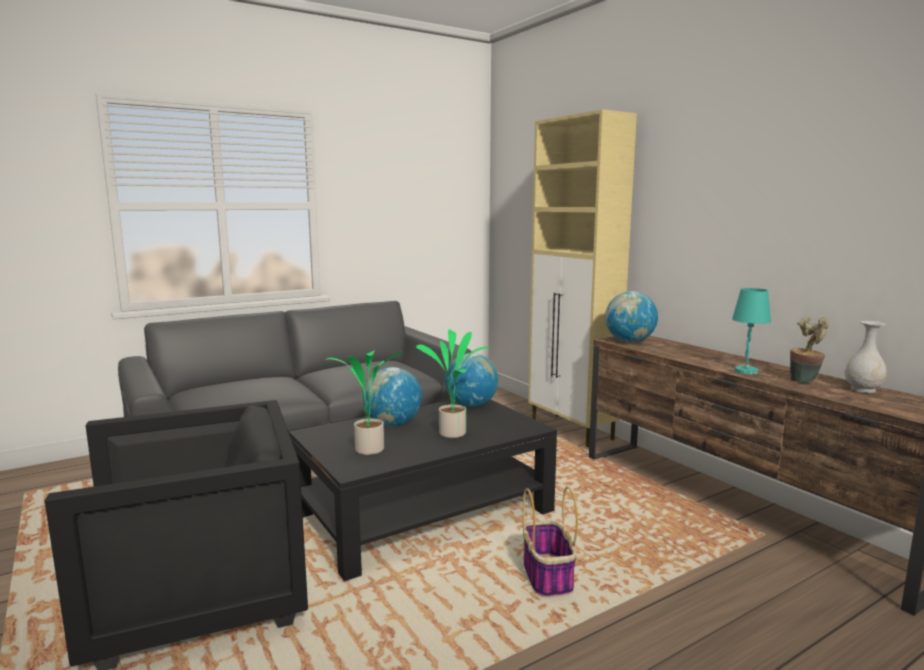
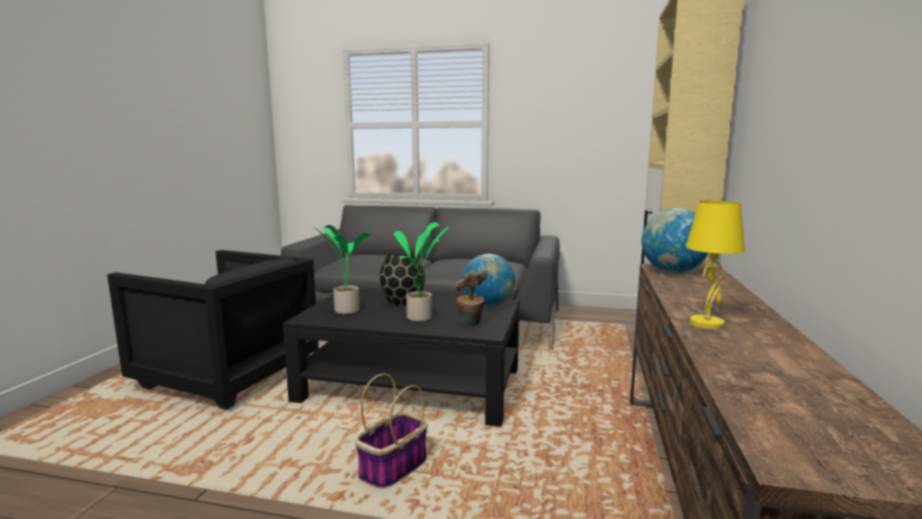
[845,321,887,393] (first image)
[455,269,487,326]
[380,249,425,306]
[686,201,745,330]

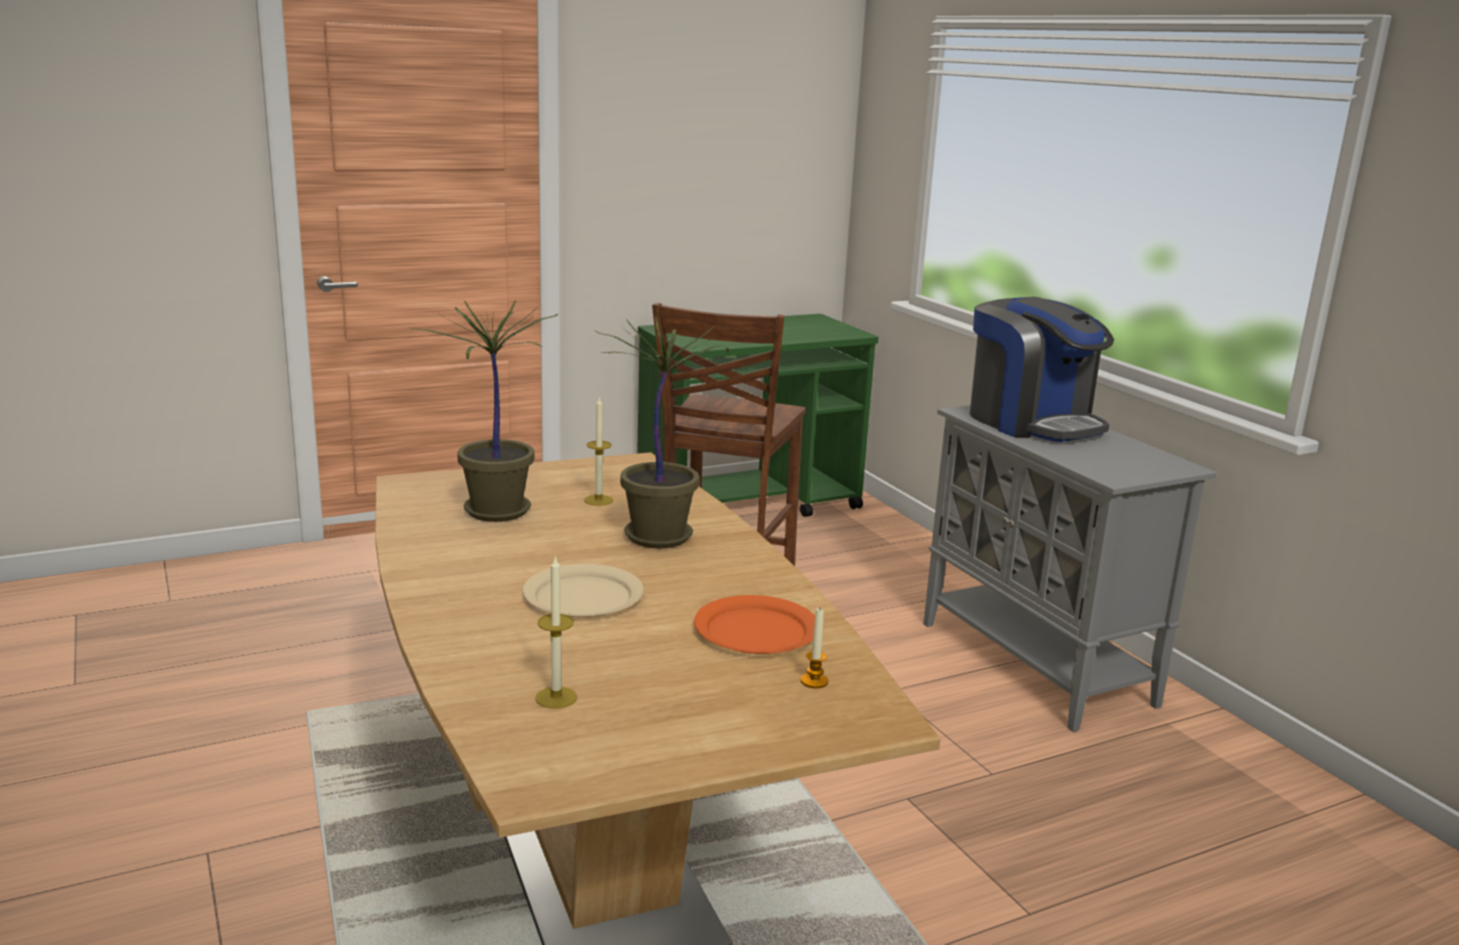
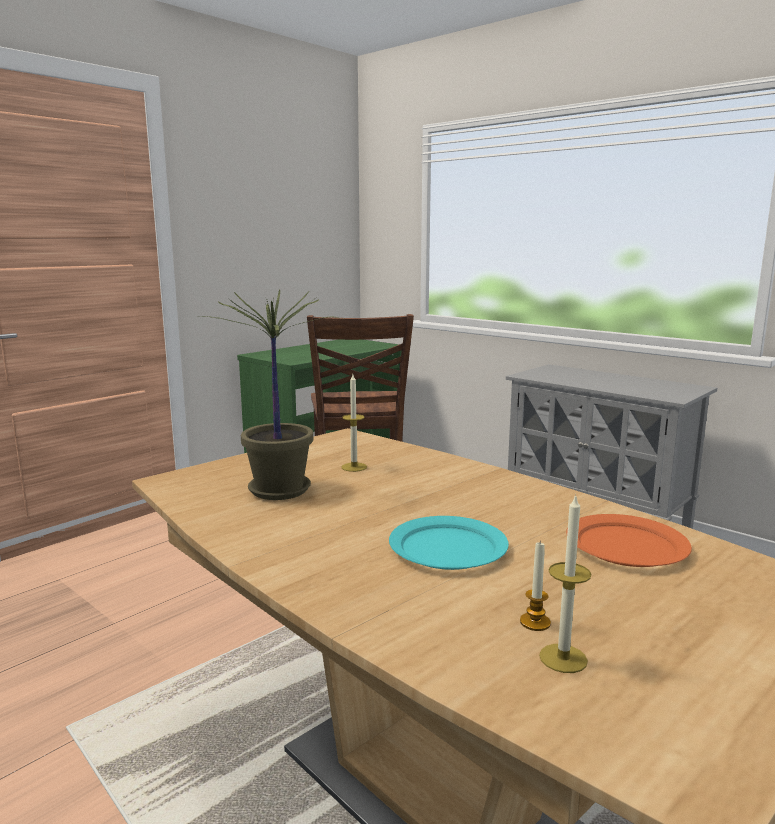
[596,316,736,548] (first image)
[970,297,1114,442] (first image)
[520,541,551,631]
[389,516,509,570]

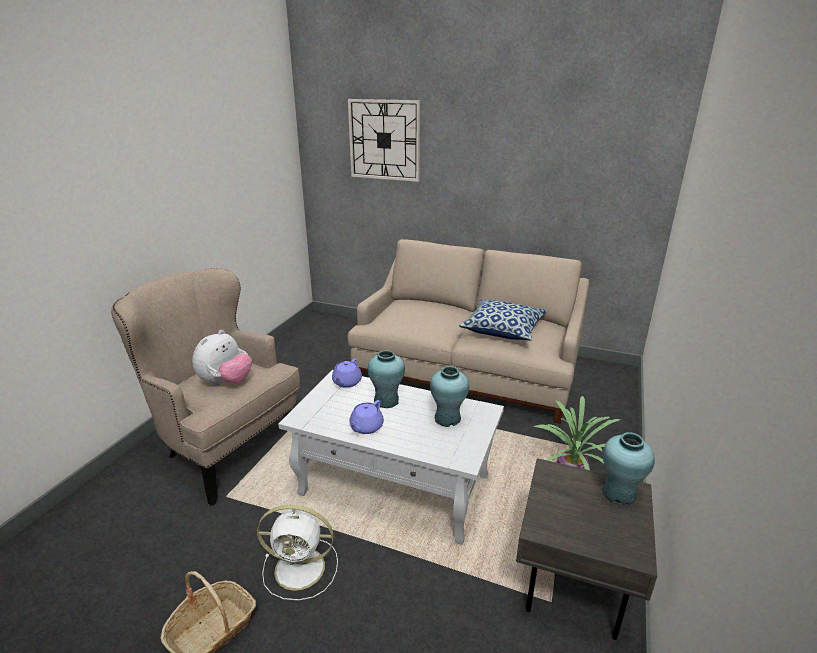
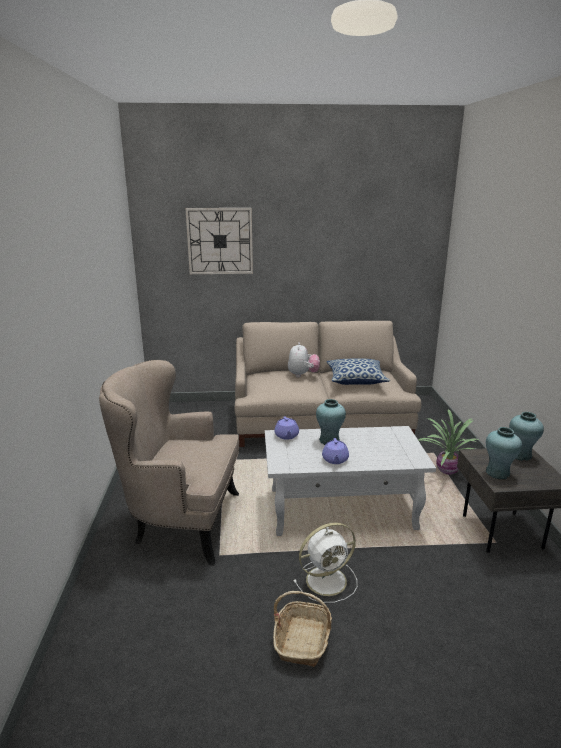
[288,342,320,377]
[486,427,522,479]

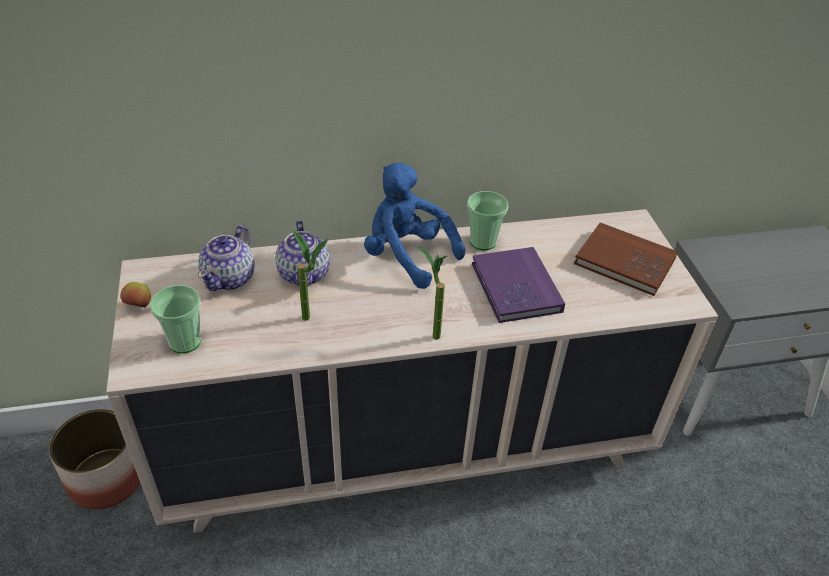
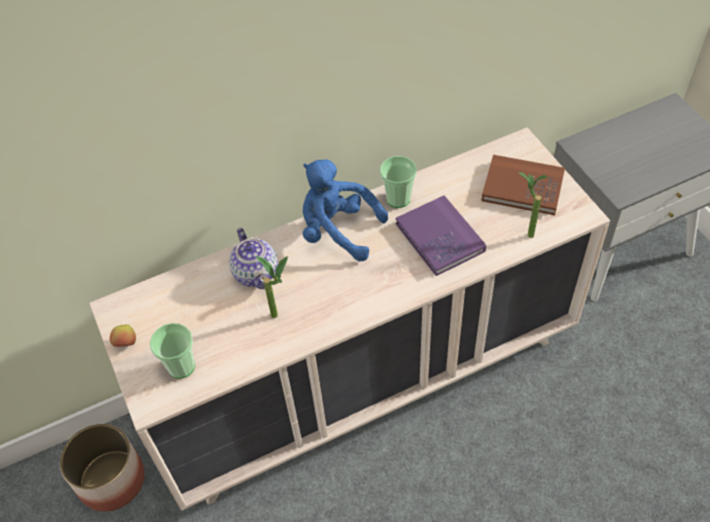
[198,225,255,291] (first image)
[518,172,548,238]

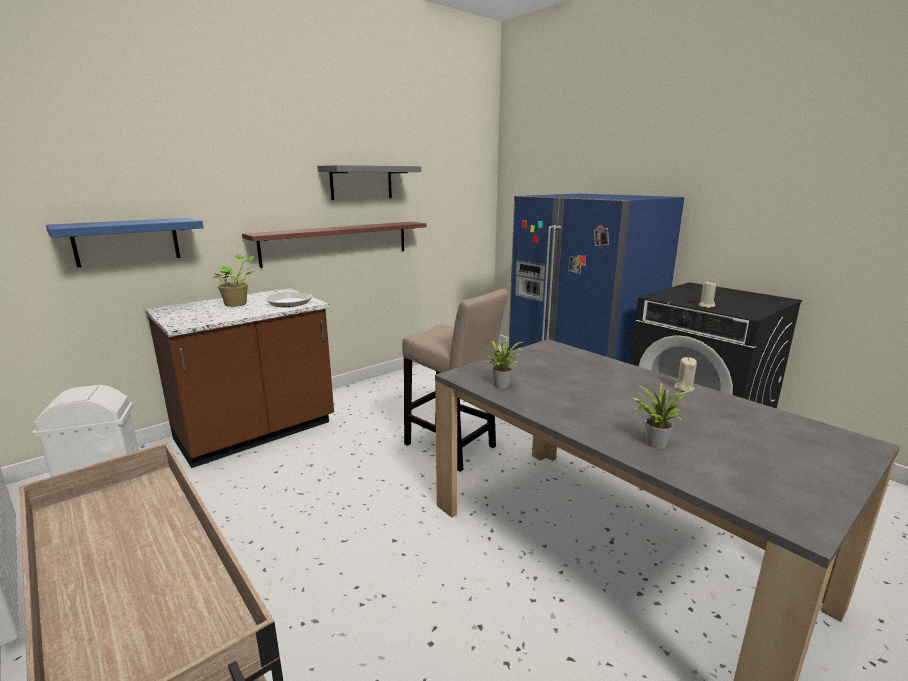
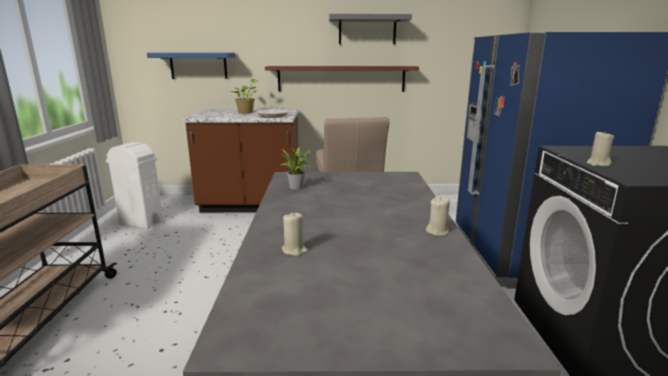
[282,212,308,256]

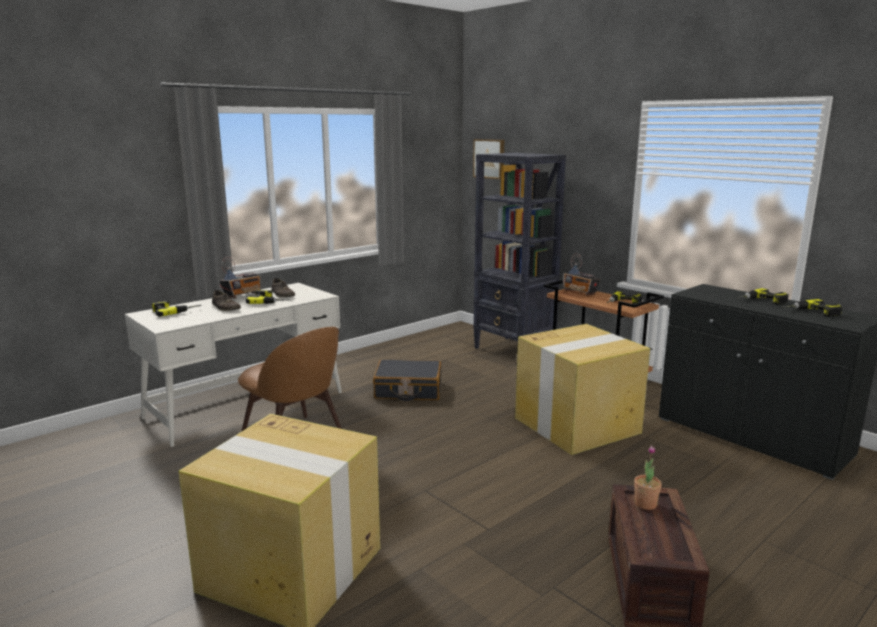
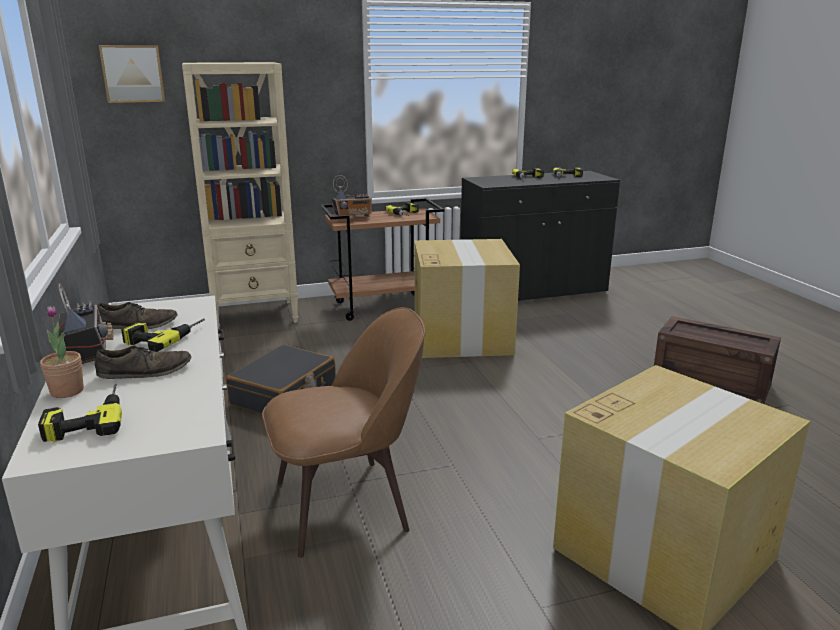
[40,306,84,398]
[182,62,298,326]

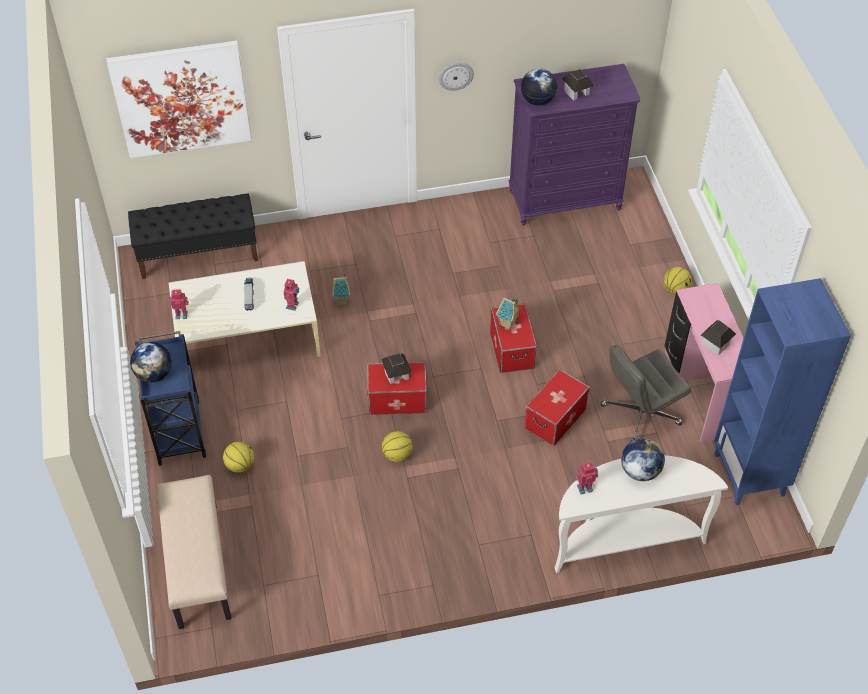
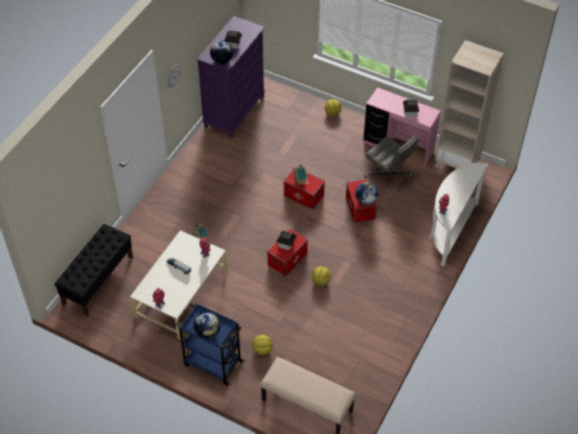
[106,40,251,158] (first image)
[355,182,379,205]
[435,40,504,169]
[364,135,419,195]

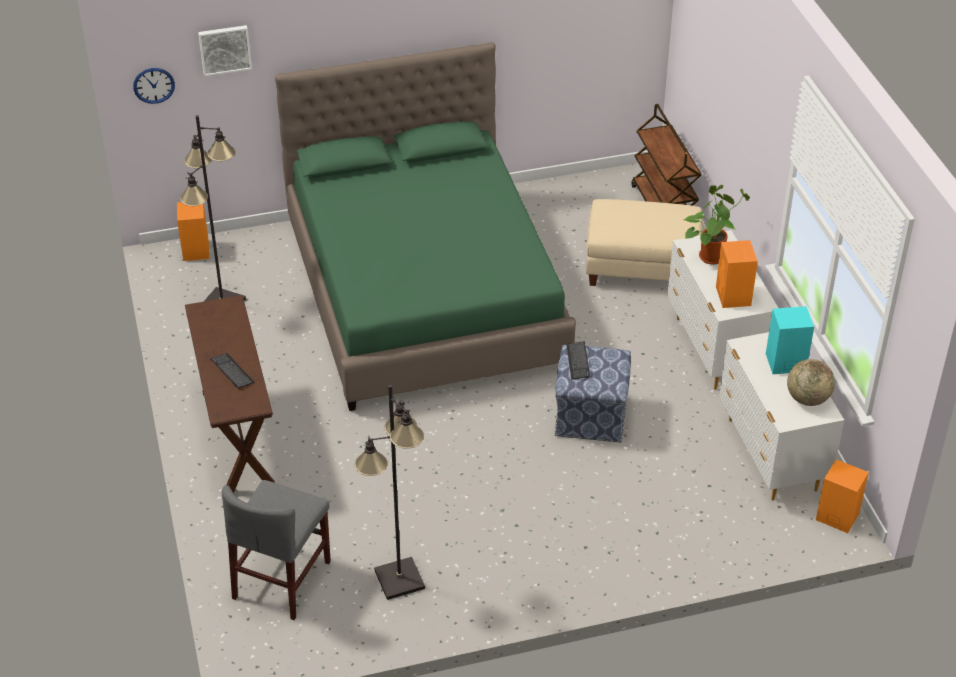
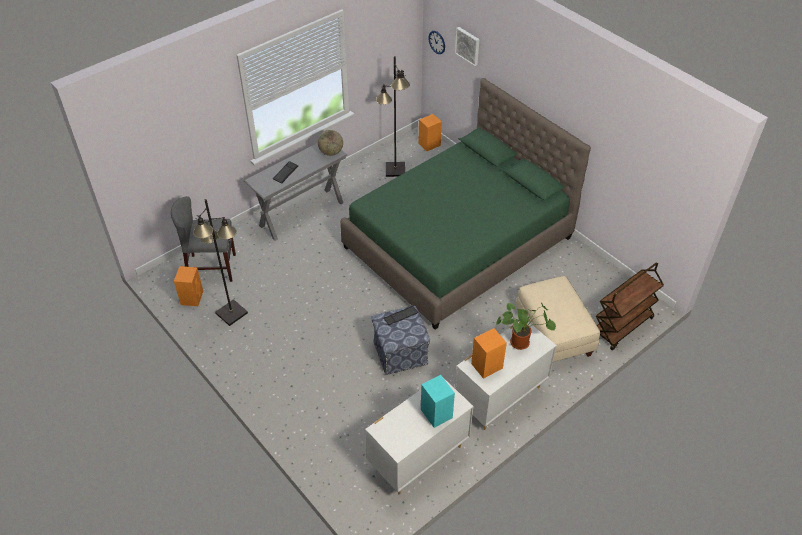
[318,130,343,156]
[174,266,203,306]
[244,143,347,241]

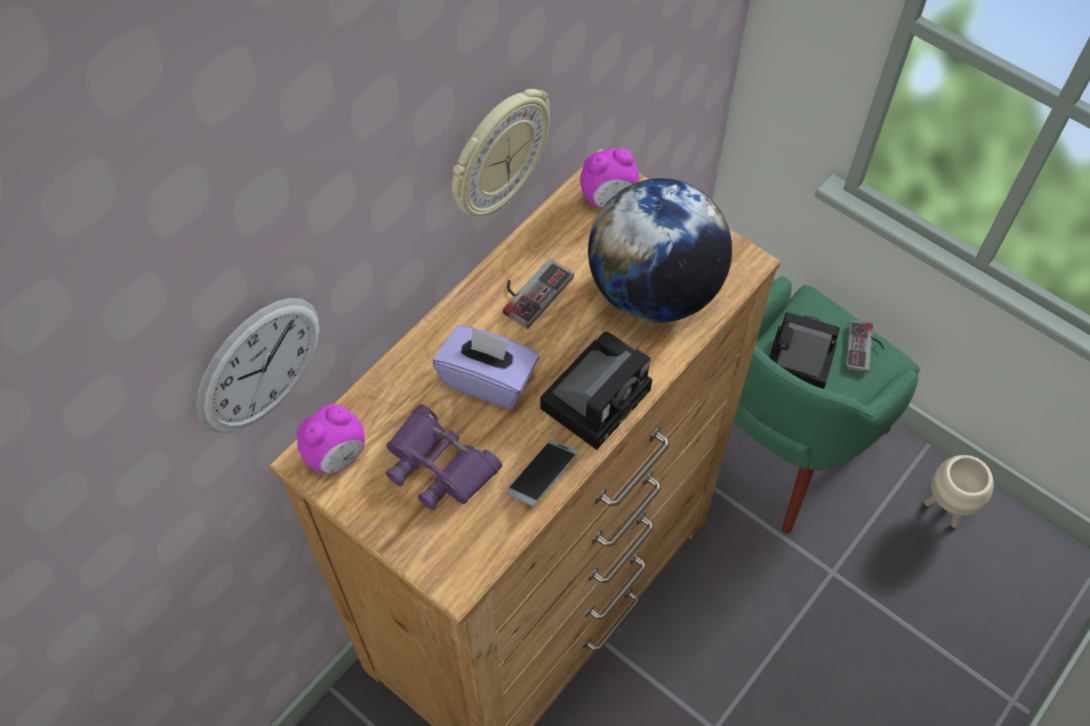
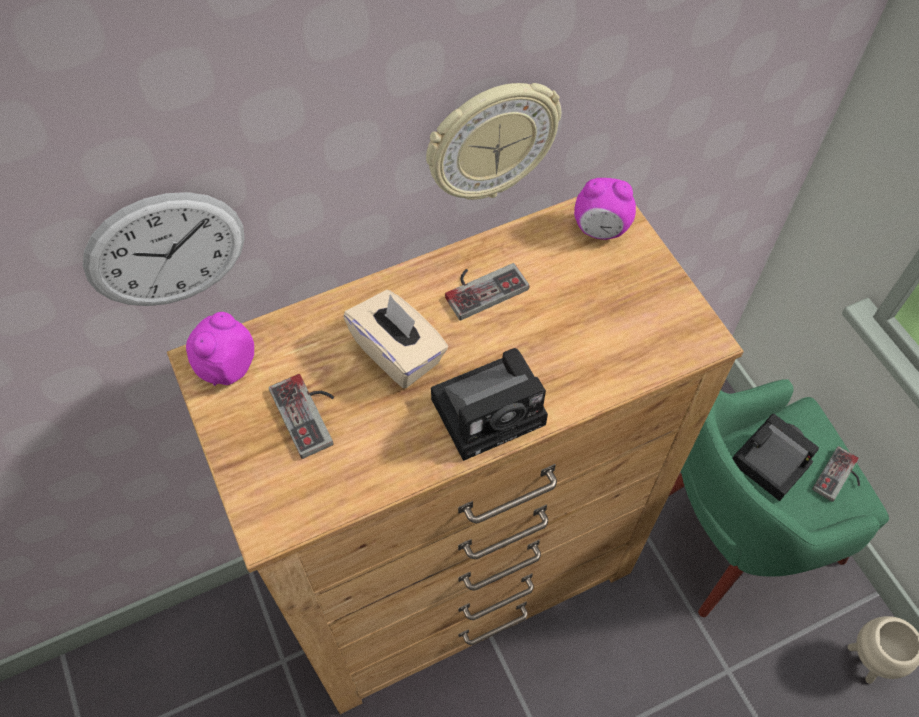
[506,440,579,506] (first image)
[588,178,732,323] (first image)
[269,374,334,459]
[343,290,448,389]
[186,312,254,386]

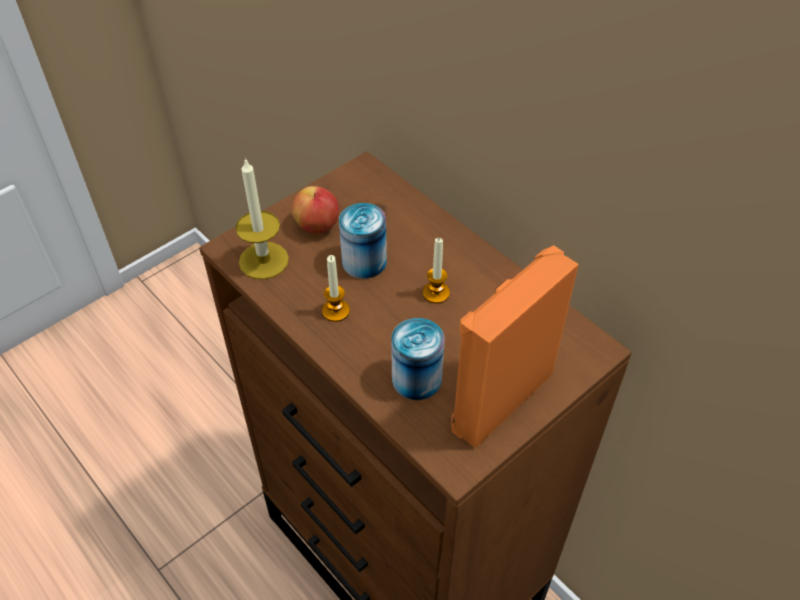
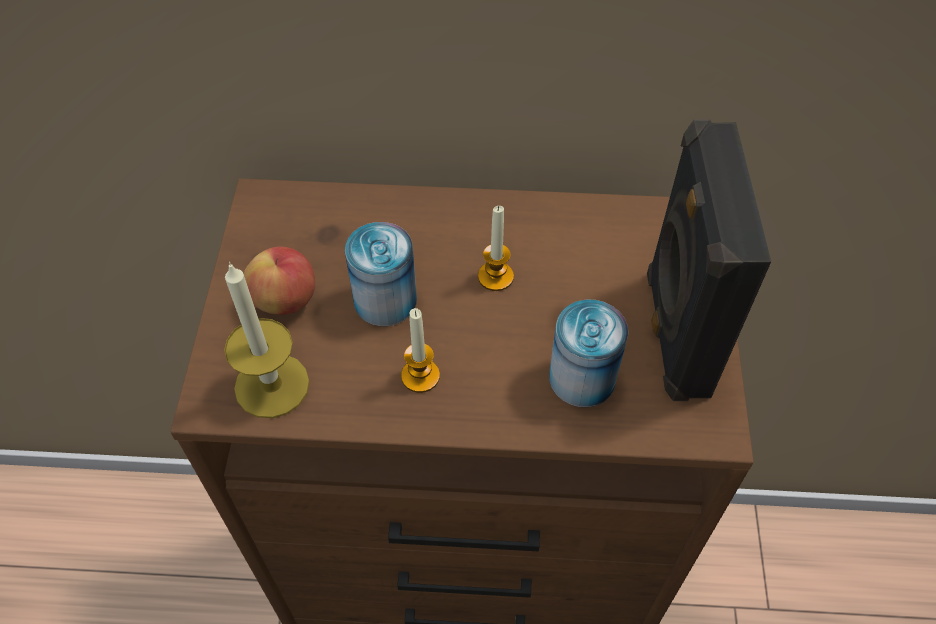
[647,119,771,401]

